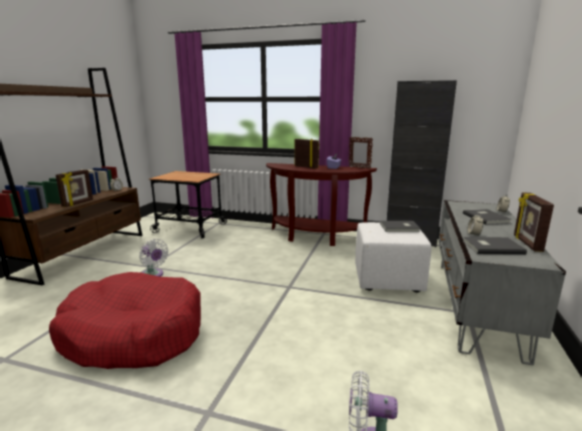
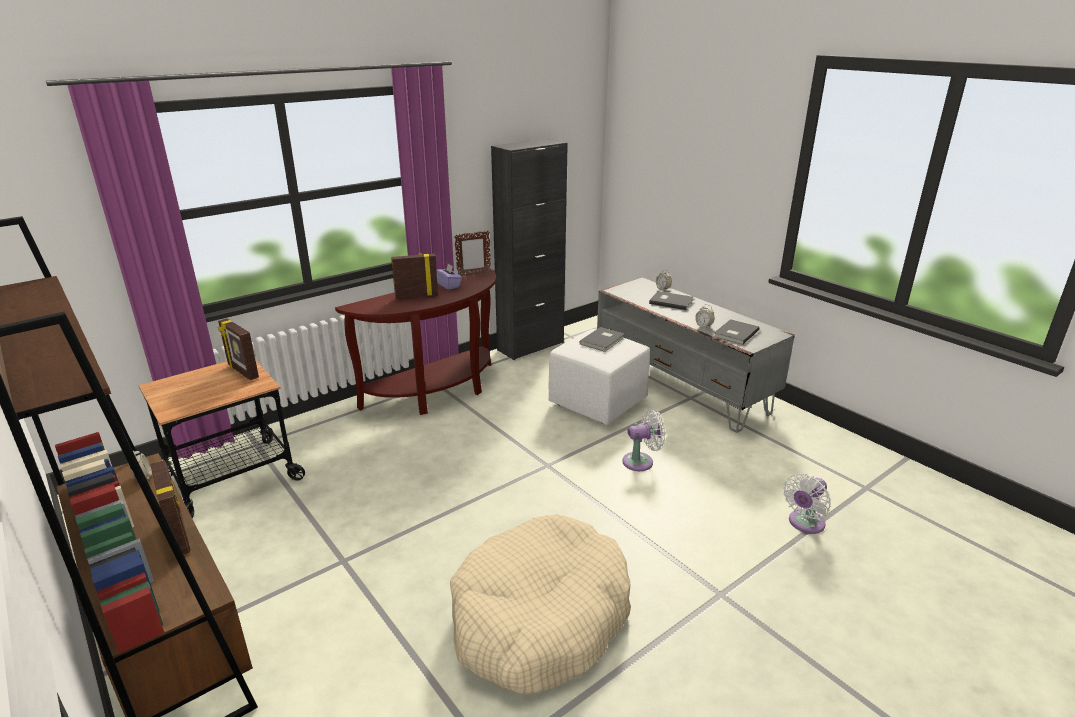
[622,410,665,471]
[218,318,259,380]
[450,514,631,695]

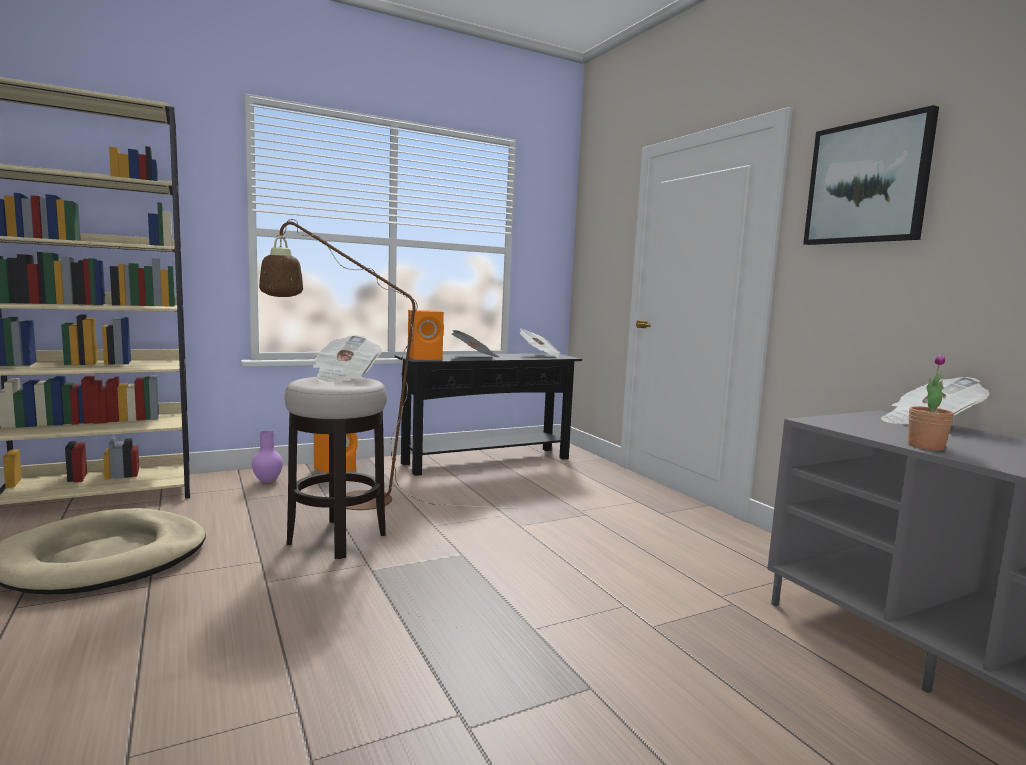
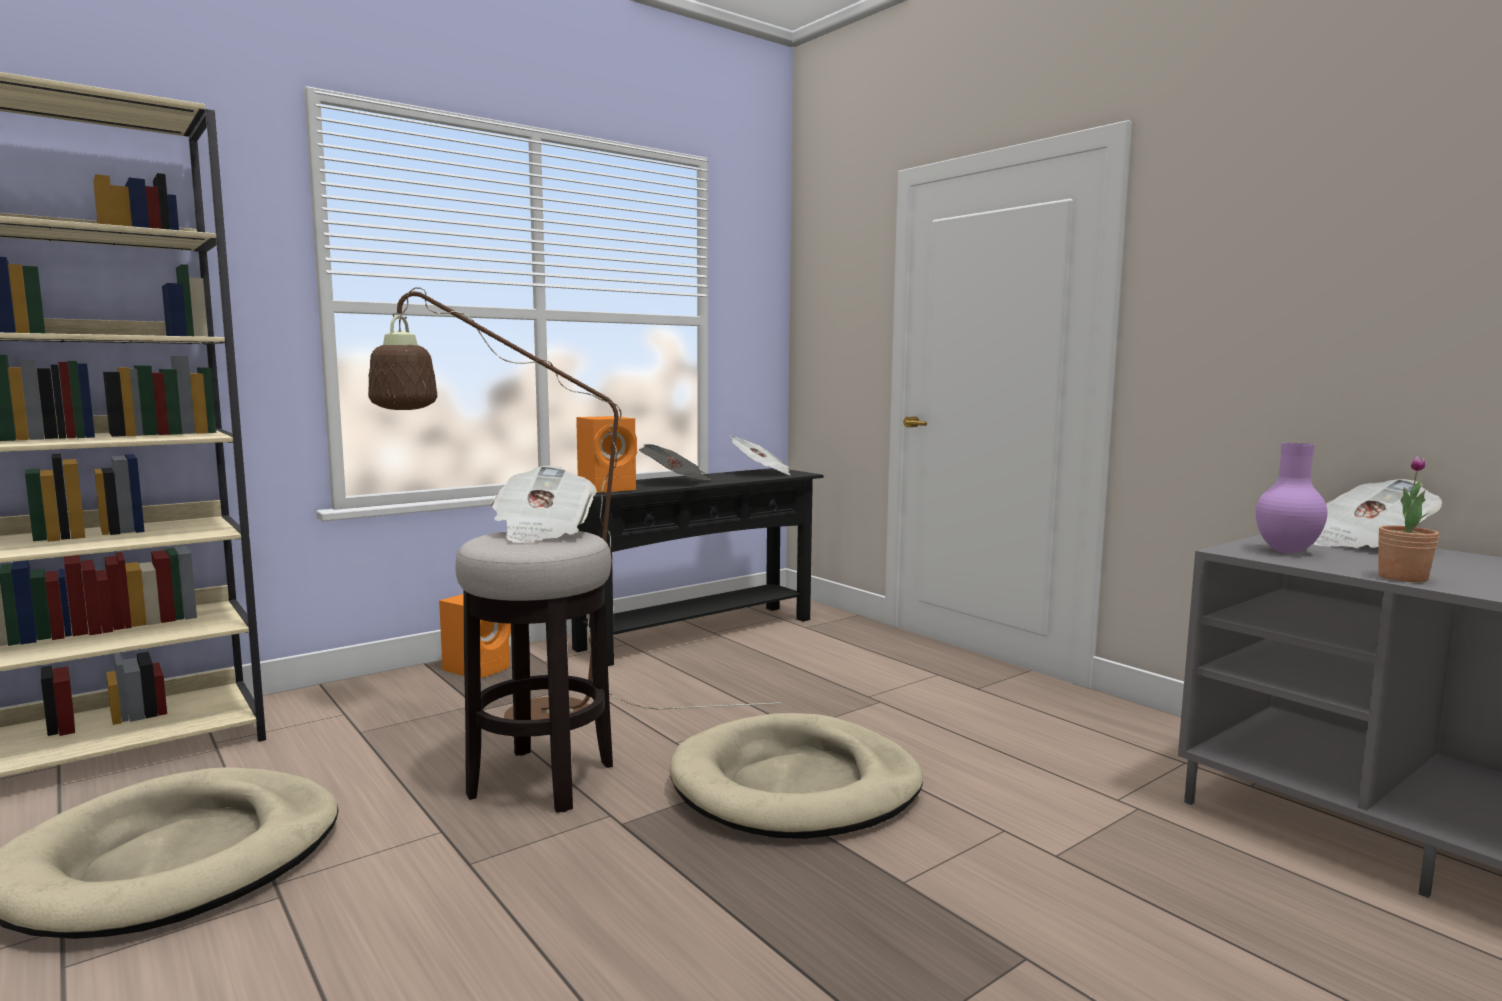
[803,105,939,245] (first image)
[669,713,923,839]
[1256,443,1328,553]

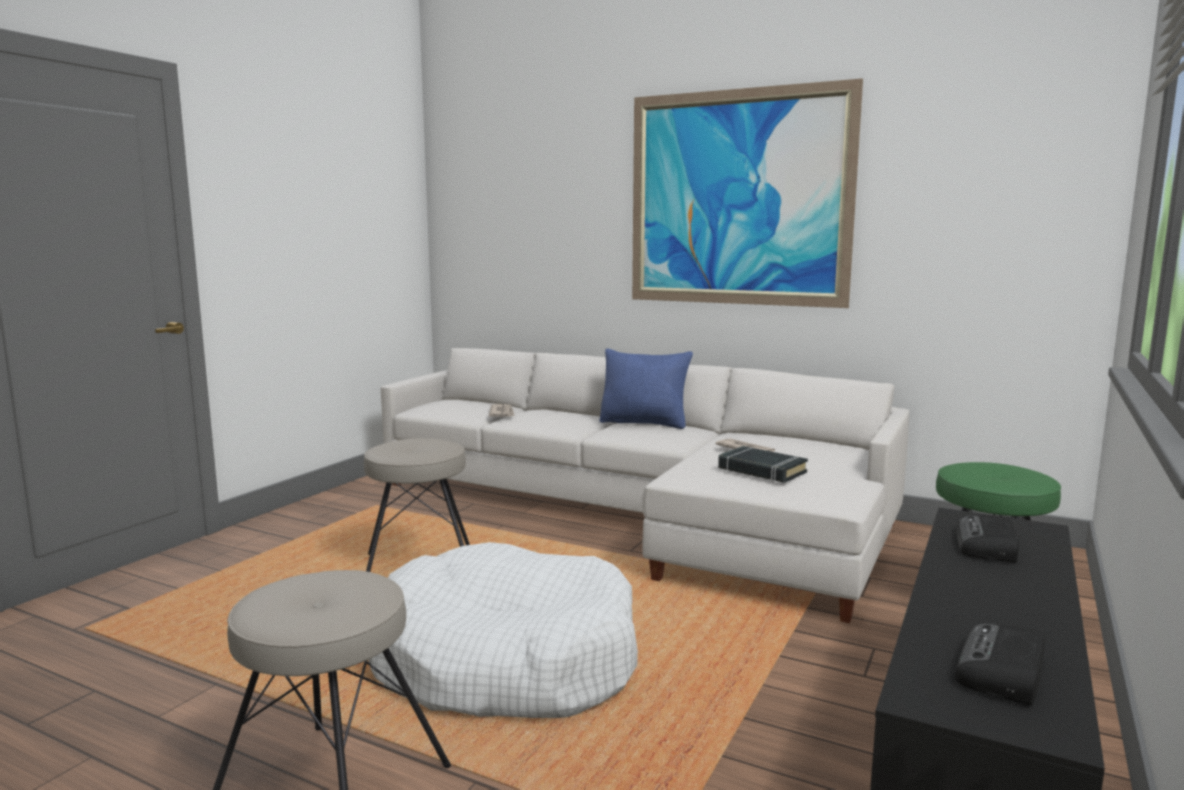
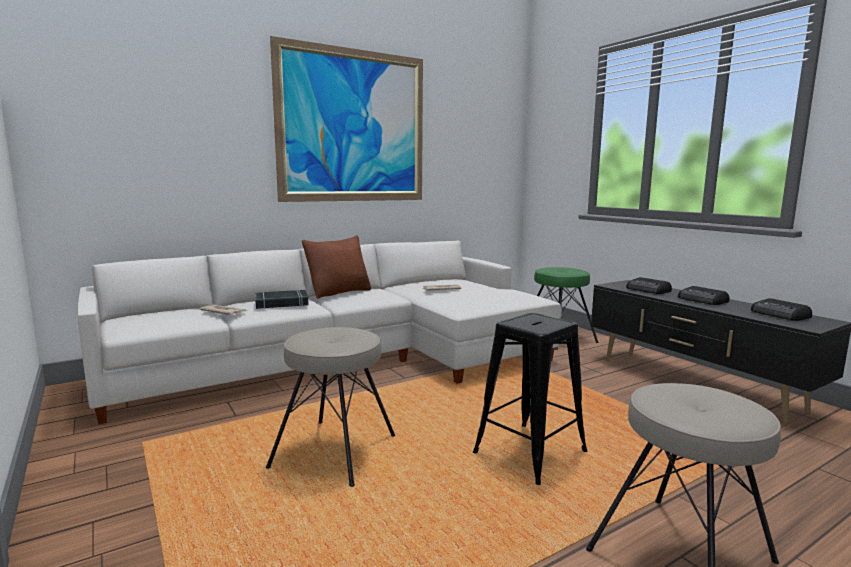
[678,286,729,305]
[255,290,308,309]
[473,313,587,485]
[302,235,371,298]

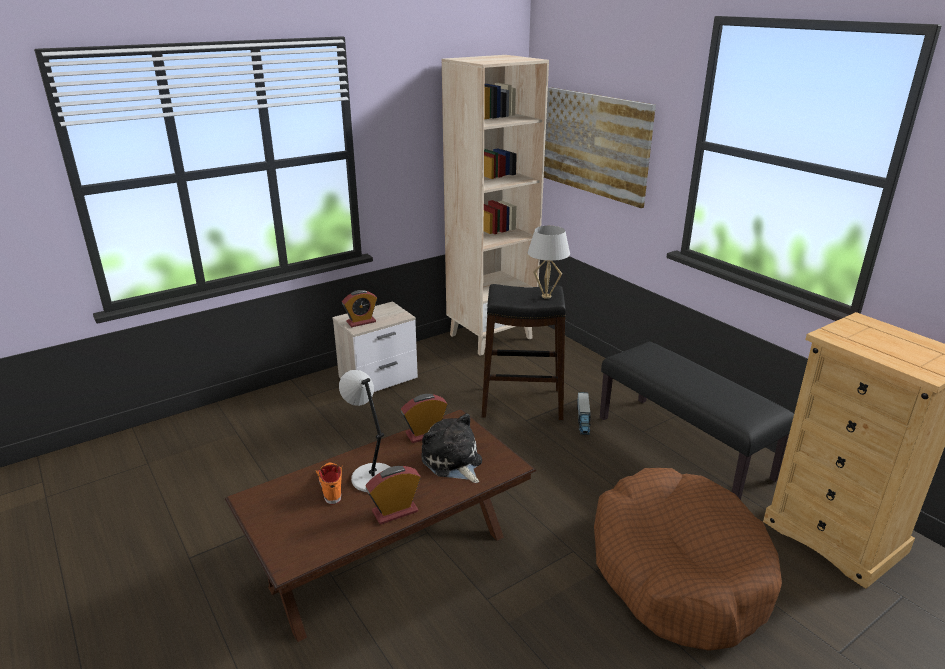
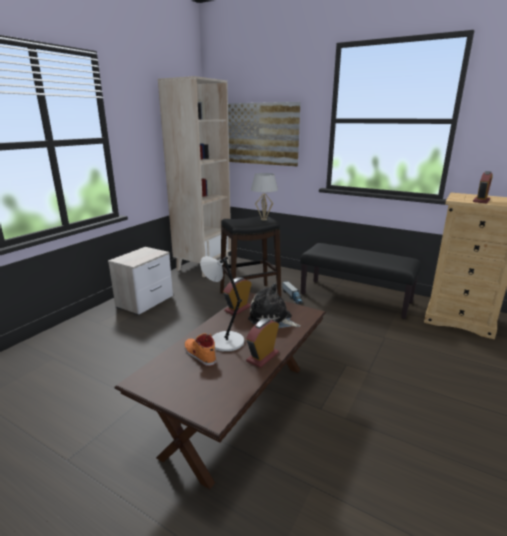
[594,468,782,651] (first image)
[473,171,493,204]

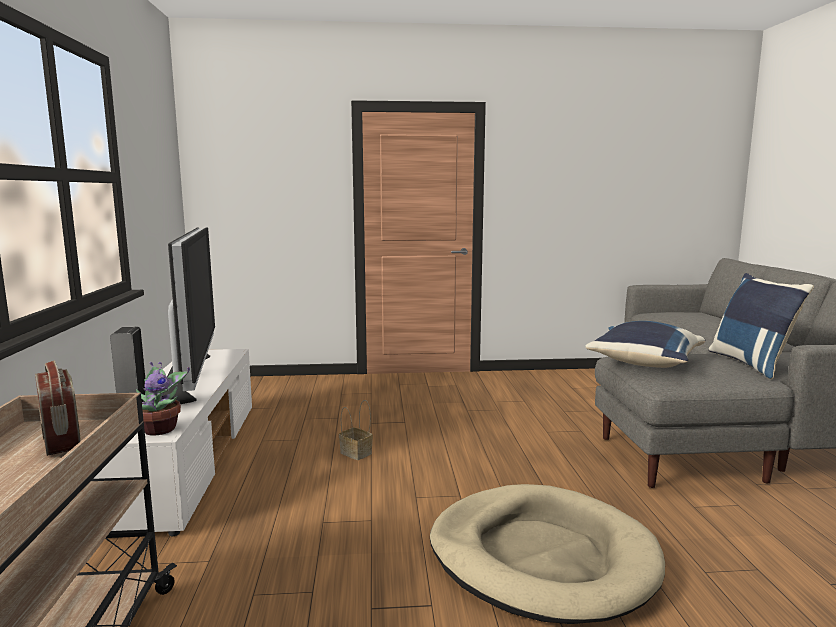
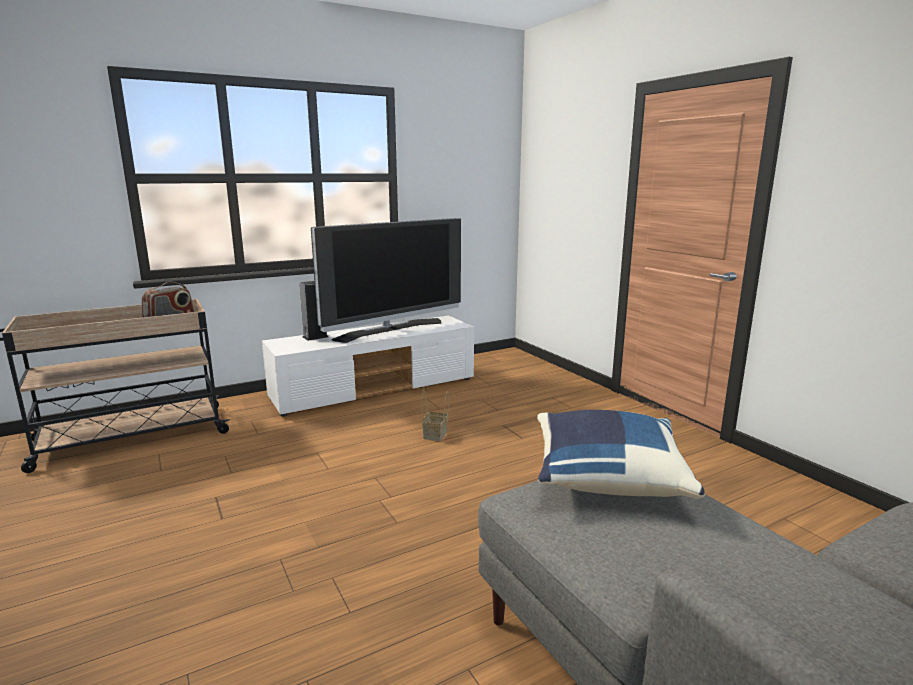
[136,362,190,435] (first image)
[430,484,665,624] (first image)
[708,273,814,379] (first image)

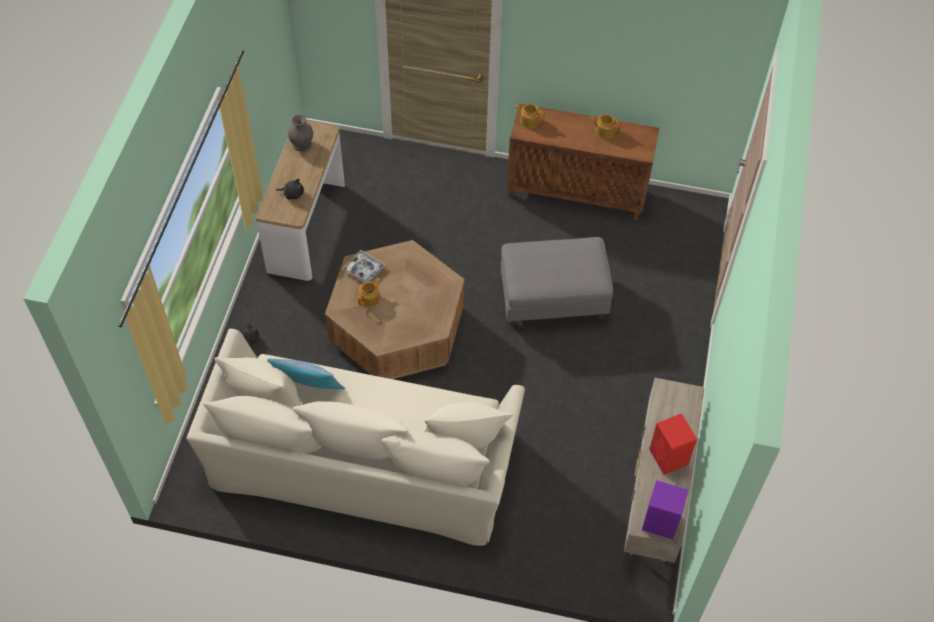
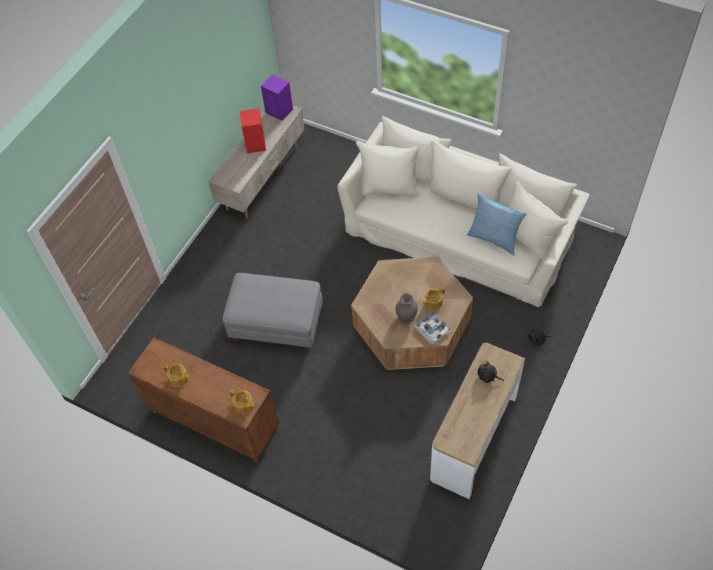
[395,293,418,323]

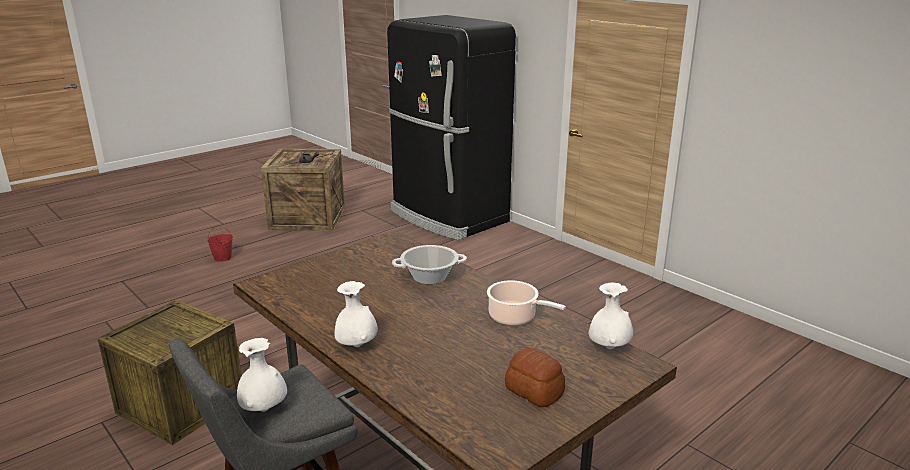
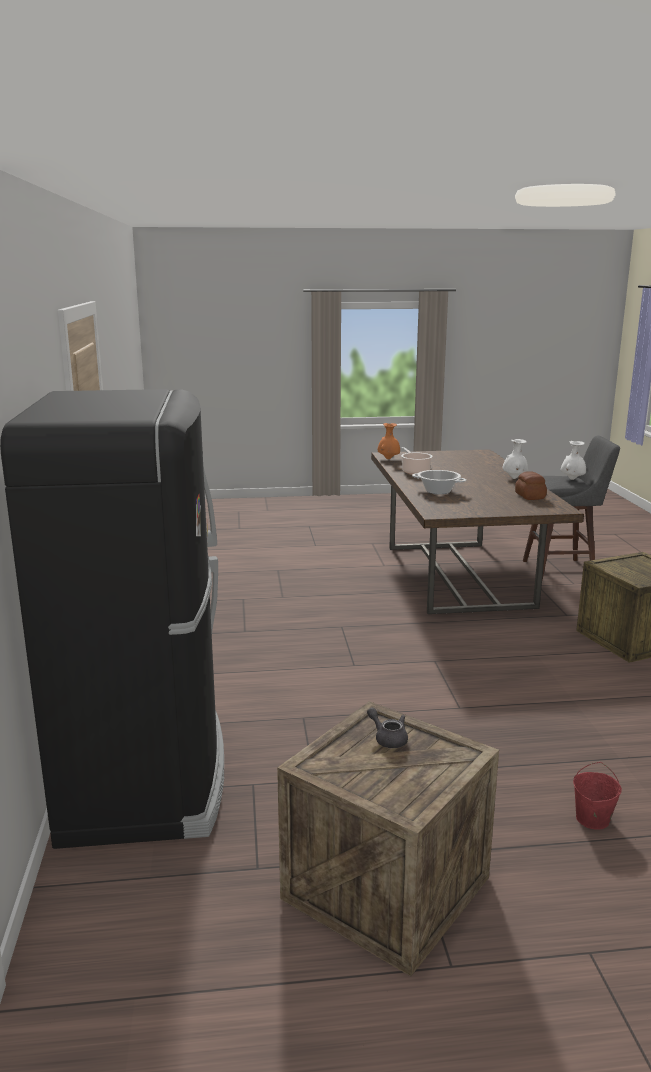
[515,471,547,500]
[378,423,400,459]

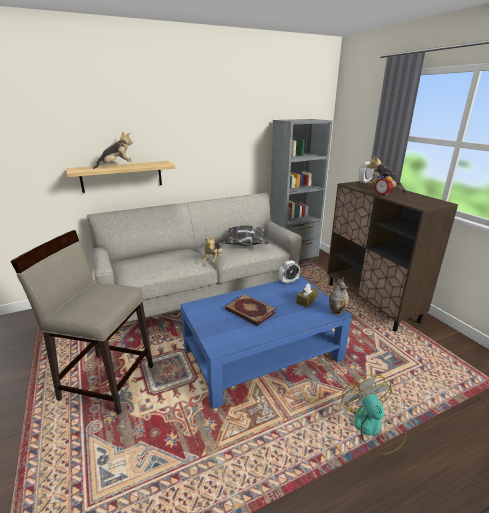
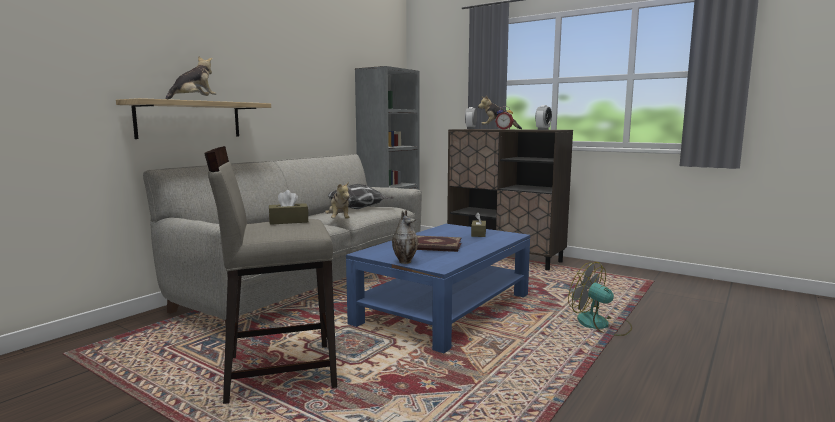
[269,190,309,225]
[535,105,552,130]
[392,210,418,264]

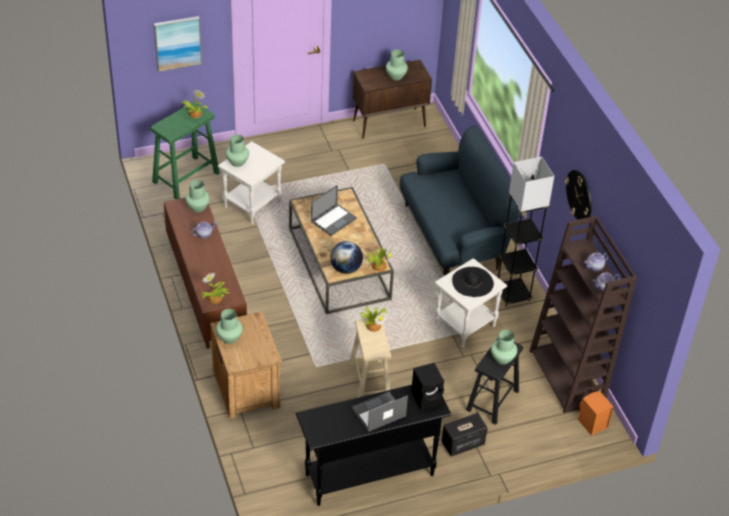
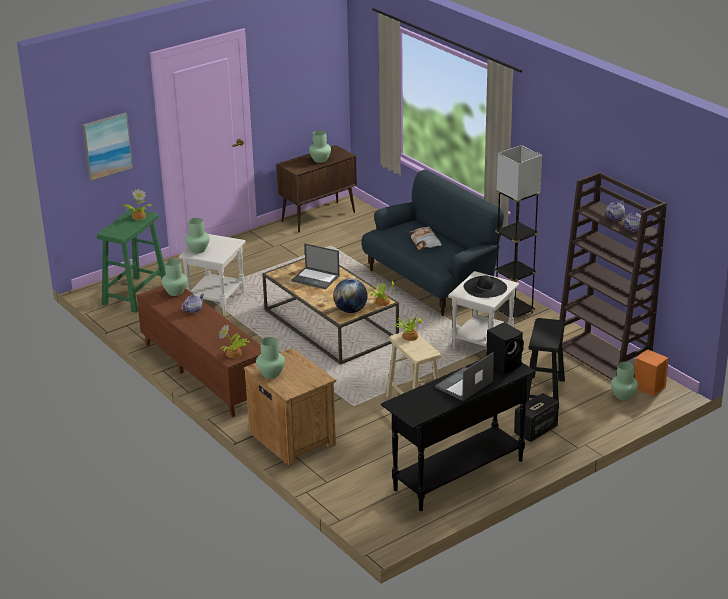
[565,170,592,220] (first image)
[408,226,442,250]
[611,362,638,400]
[292,244,340,289]

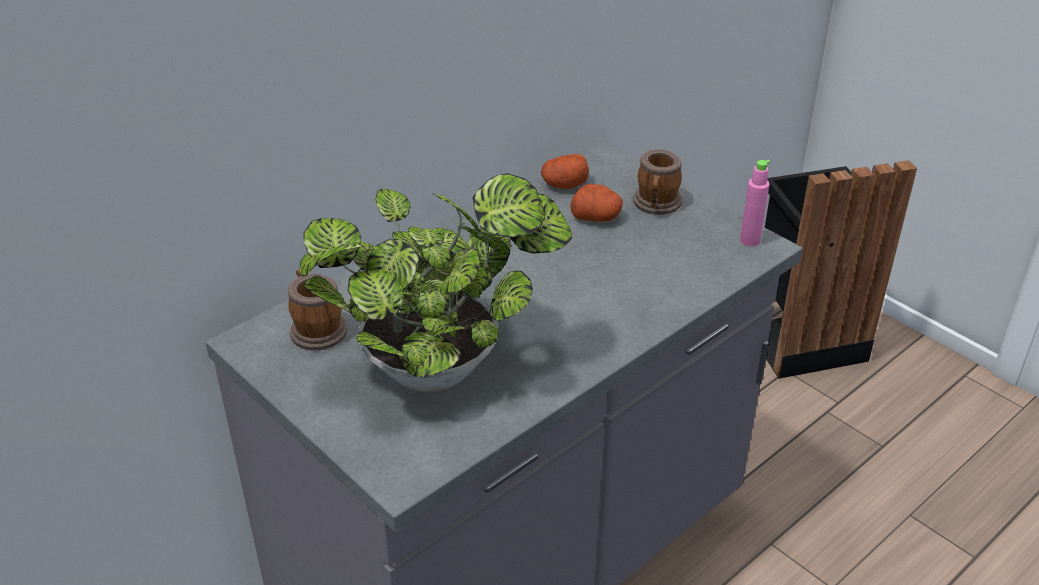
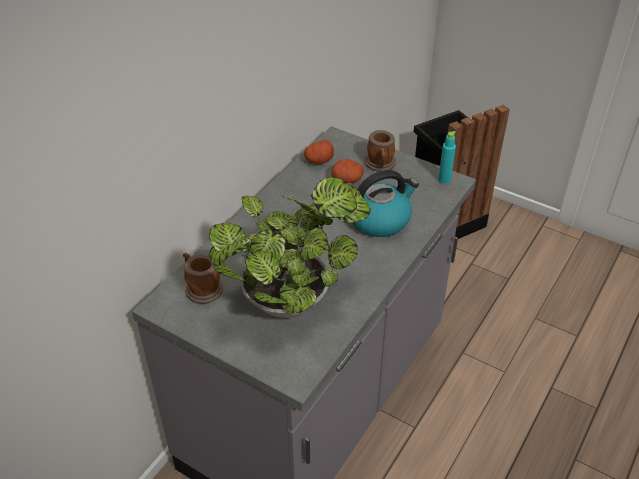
[353,170,419,237]
[438,131,456,184]

